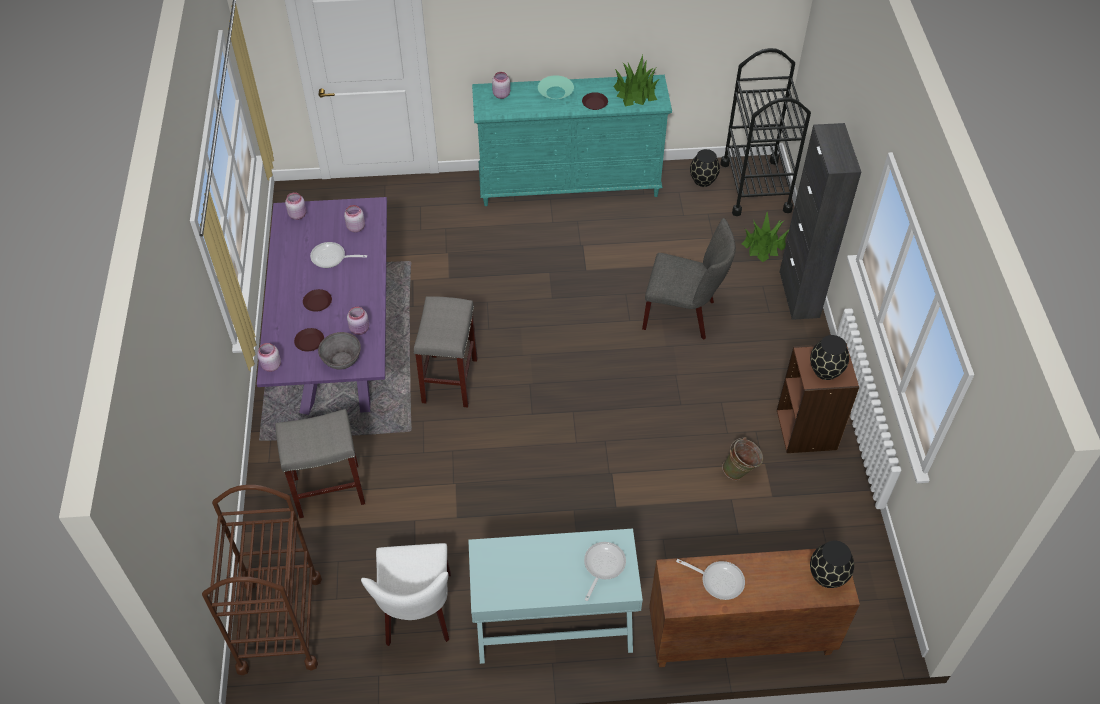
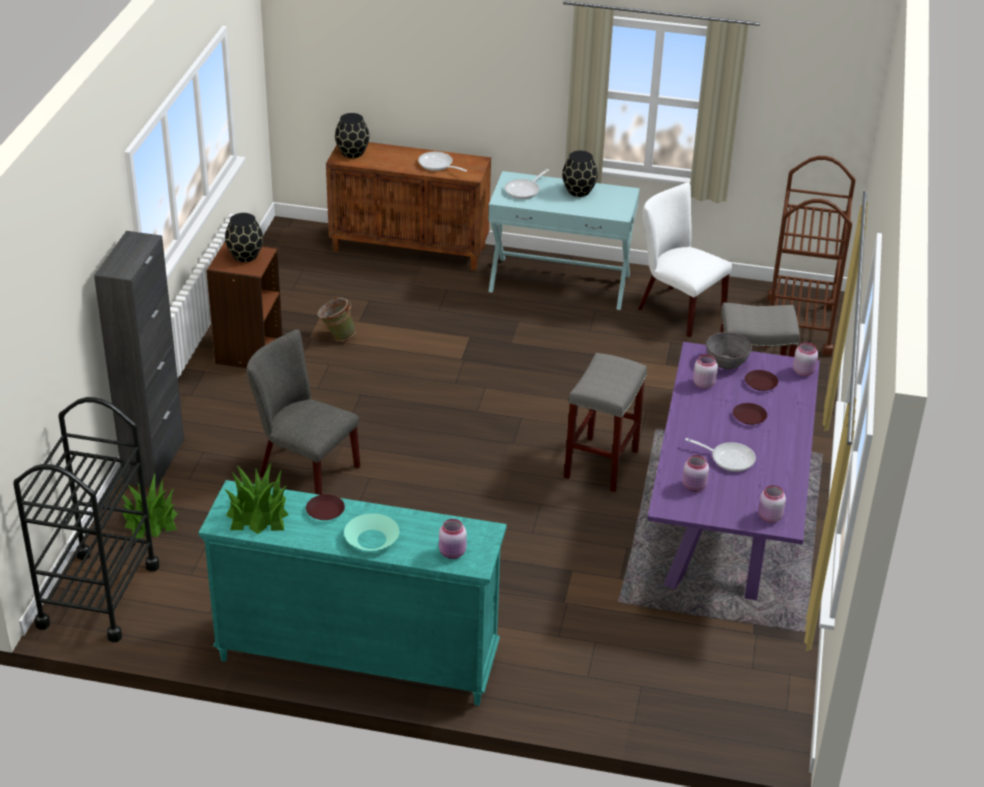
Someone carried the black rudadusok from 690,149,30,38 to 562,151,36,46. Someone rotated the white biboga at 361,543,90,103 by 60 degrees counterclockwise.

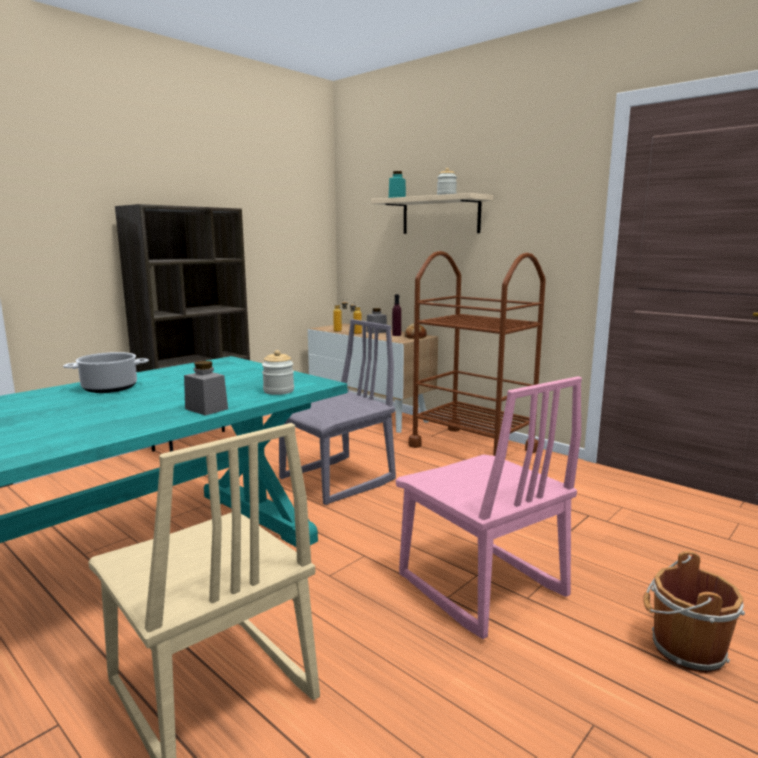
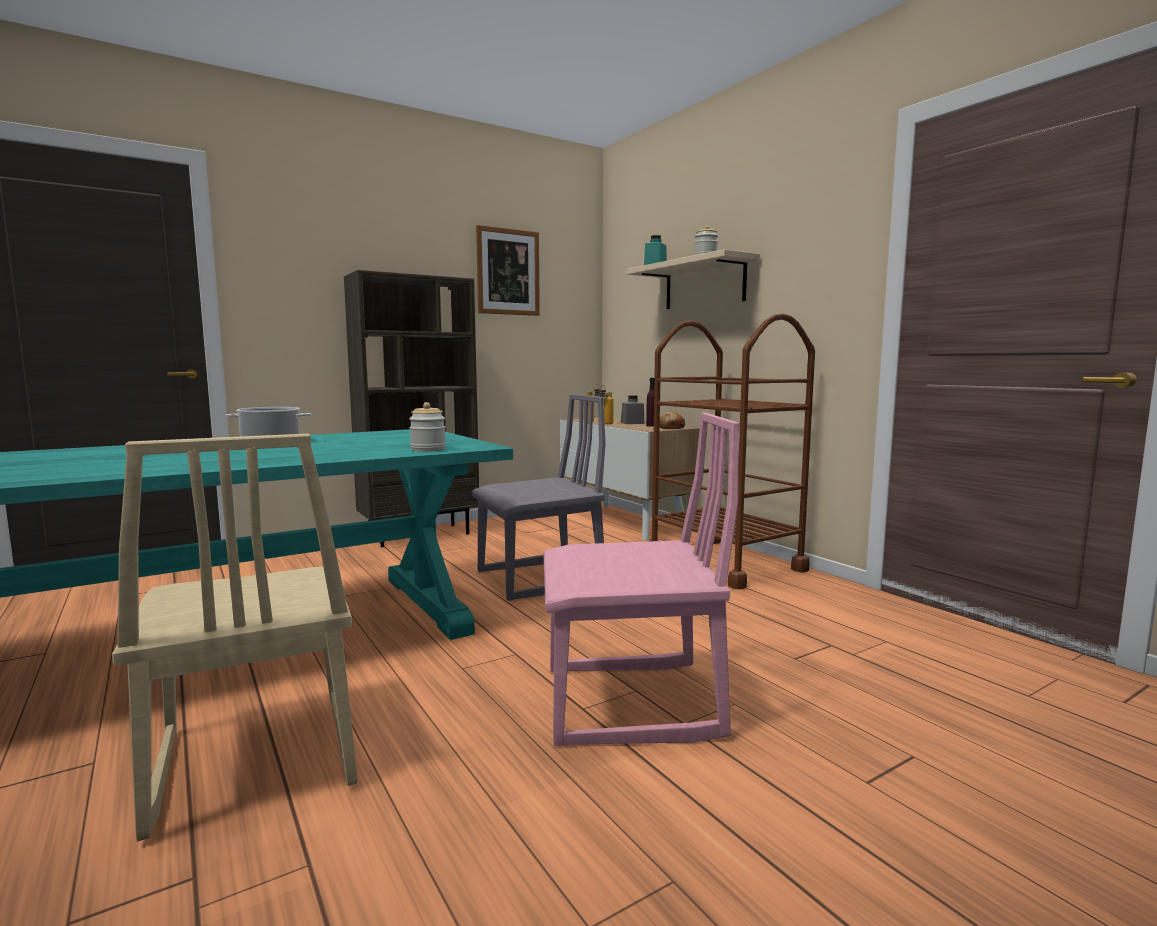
Someone took away the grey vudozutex at 184,361,44,55. Someone rotated the pink biboga at 396,376,186,263 by 75 degrees counterclockwise. Someone took away the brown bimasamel at 643,551,102,122. Someone put up the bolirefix at 476,225,64,91.

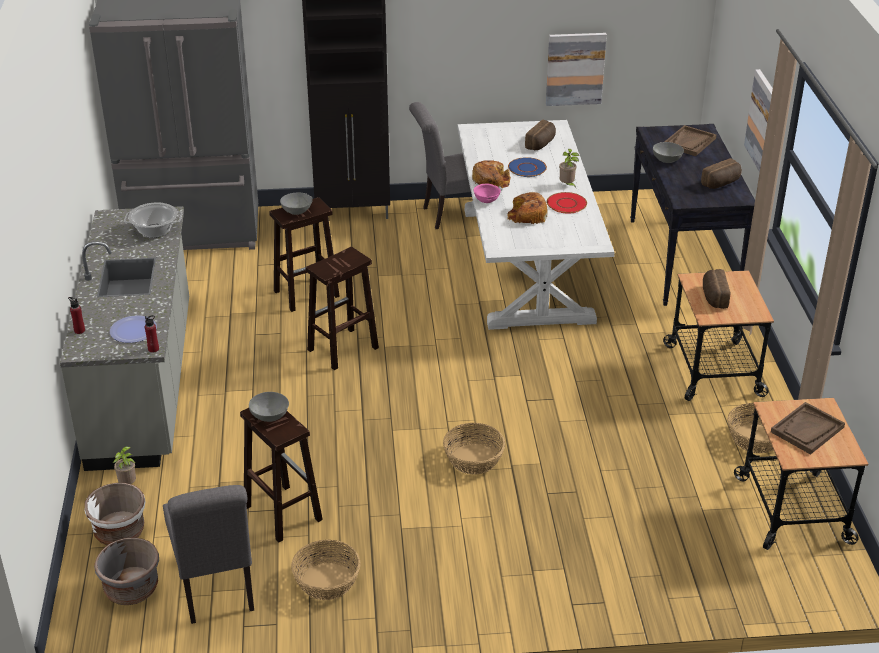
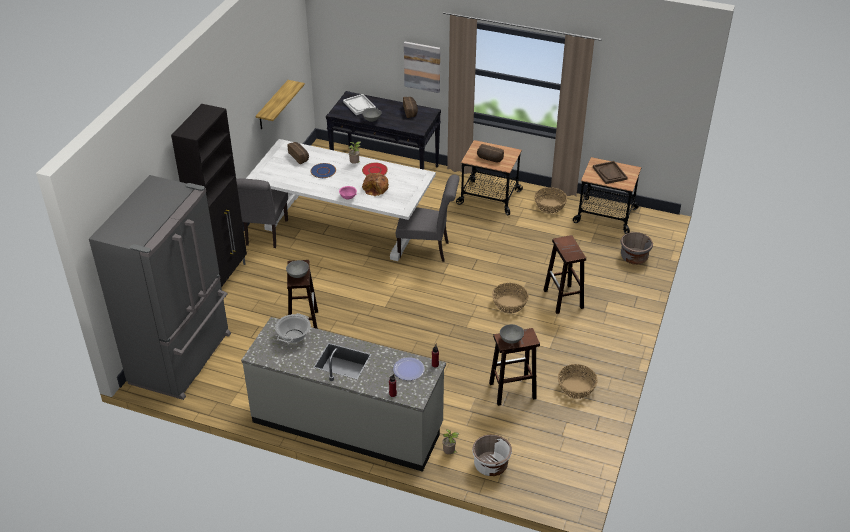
Someone swapped the bolirefix at 546,33,61,73 for the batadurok at 256,80,49,49. Someone repainted the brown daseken at 664,125,52,31, which became the white daseken at 343,94,33,21. Someone took away the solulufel at 472,160,39,29. Someone carried the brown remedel from 305,247,74,123 to 544,235,42,79. Someone carried the grey biboga from 163,485,91,139 to 396,174,64,88. Someone carried the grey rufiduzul from 94,537,65,68 to 621,232,32,33.

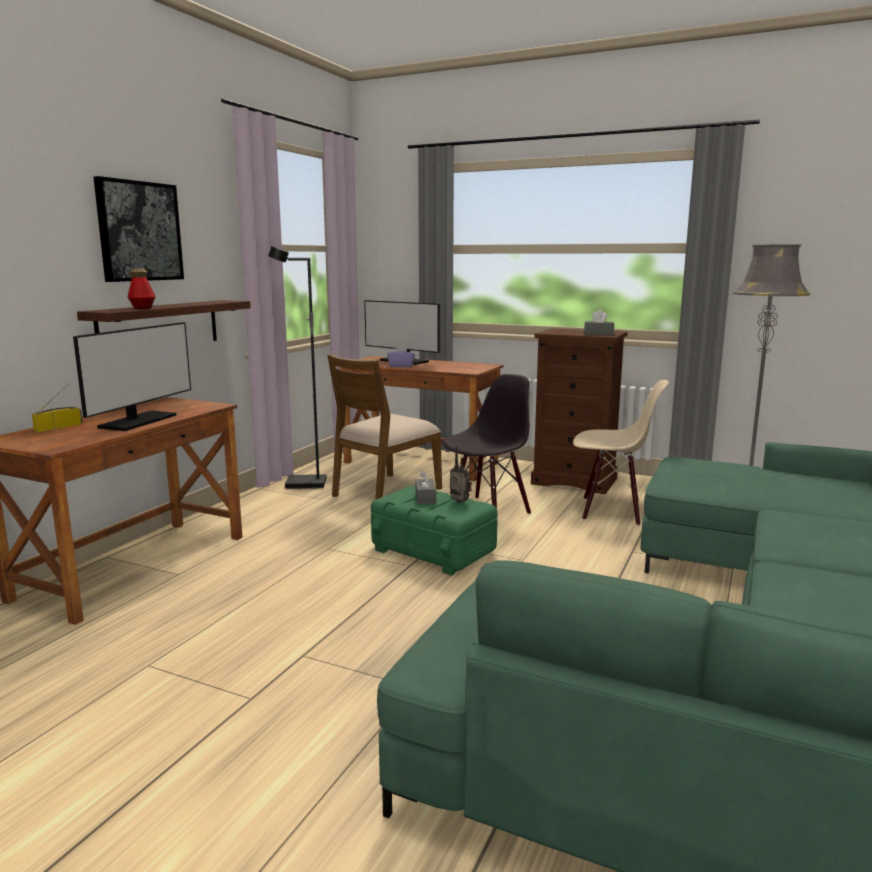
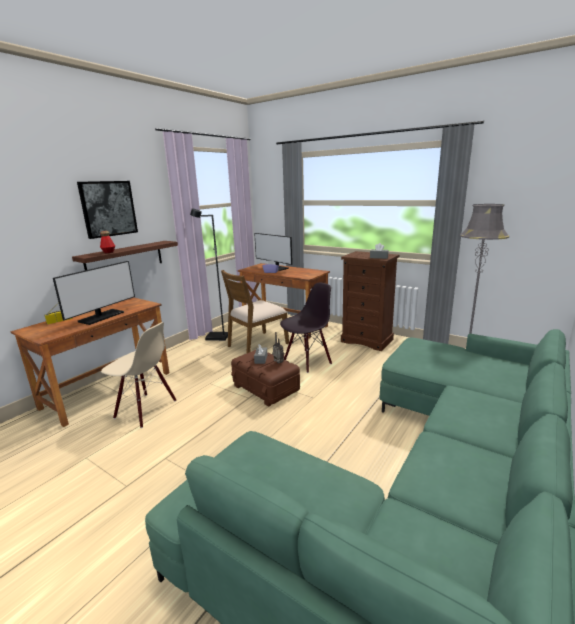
Someone carried the beige biboga from 573,380,96,146 to 101,322,76,106. Someone repainted the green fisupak at 371,486,127,90, which became the brown fisupak at 231,350,69,57.

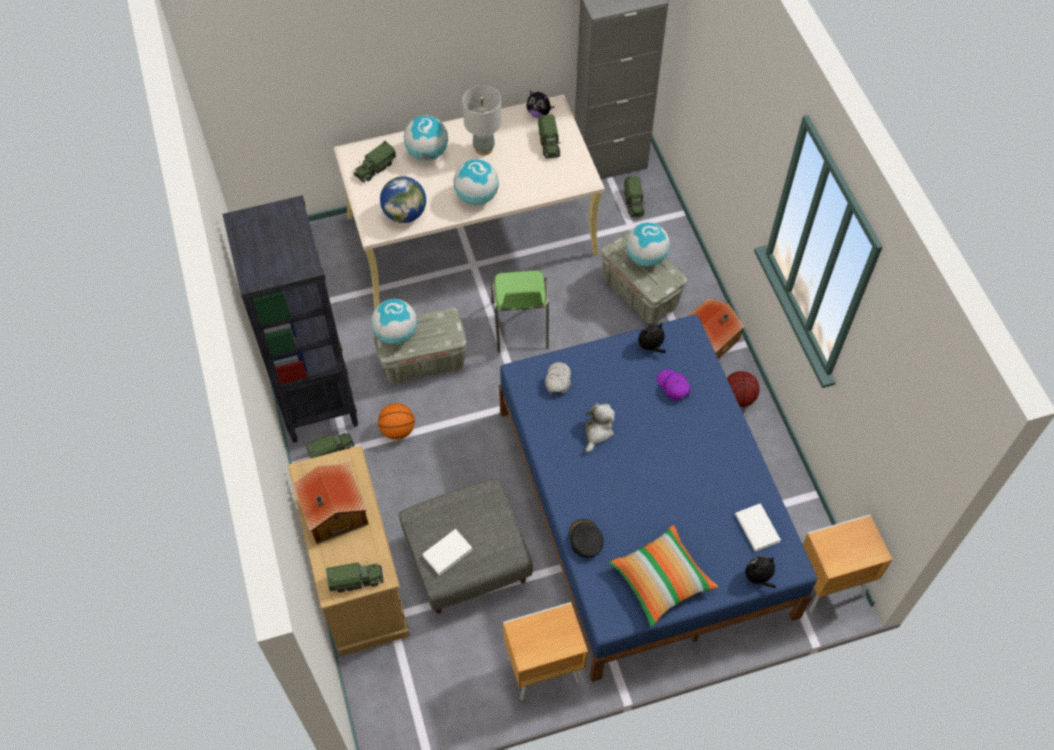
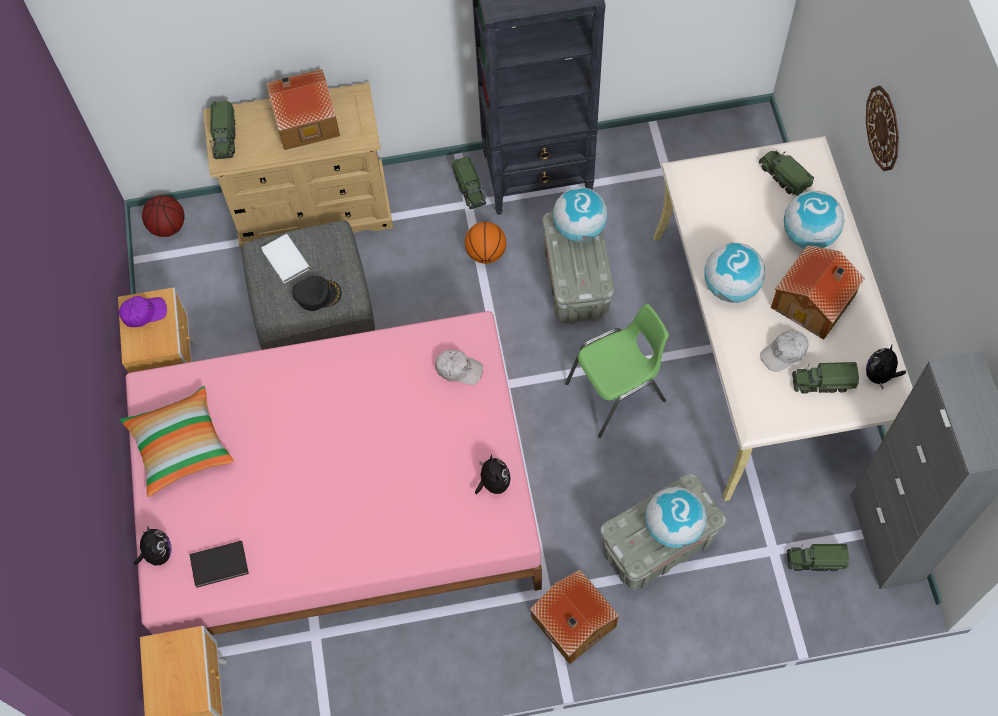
Someone swapped the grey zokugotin at 462,85,40,71 for the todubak at 771,245,94,95. Someone took away the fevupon at 380,176,46,47. Someone rotated the green biboga at 491,271,58,82 by 150 degrees clockwise. Someone repainted the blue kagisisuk at 499,315,318,367, which became the pink kagisisuk at 126,311,416,324. Someone carried the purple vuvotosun from 657,369,33,33 to 119,296,48,31. Someone carried the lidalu from 727,371,33,36 to 142,195,43,42. Someone took away the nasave at 585,403,30,50. Someone repainted the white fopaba at 735,503,46,49, which became the black fopaba at 190,541,59,47. Someone carried the black vuvotosun from 569,519,35,39 to 292,276,50,35. Someone put up the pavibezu at 866,86,33,85. Someone put down the white vuvotosun at 760,330,48,42.

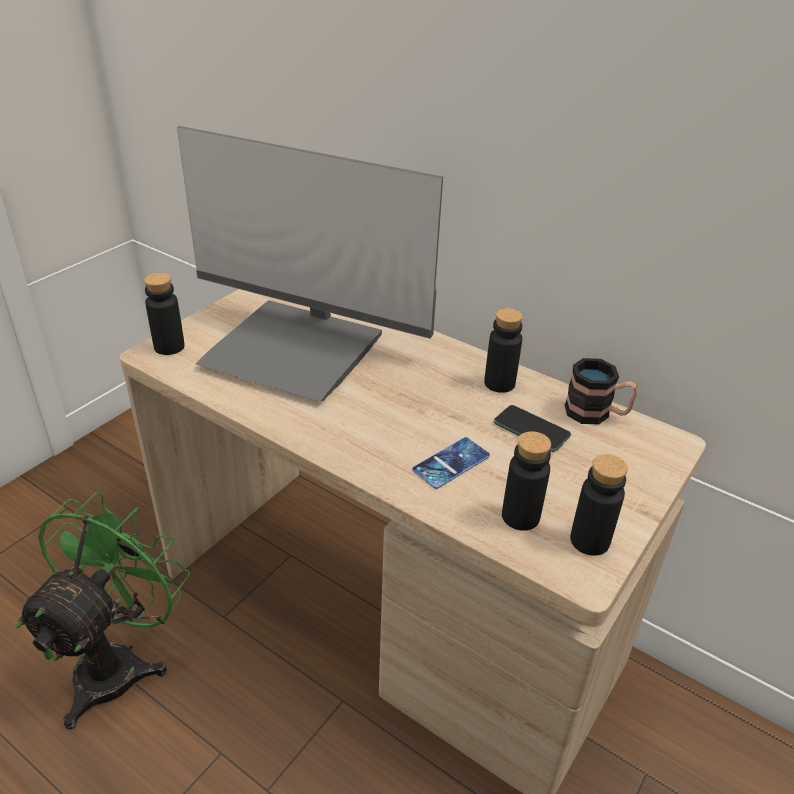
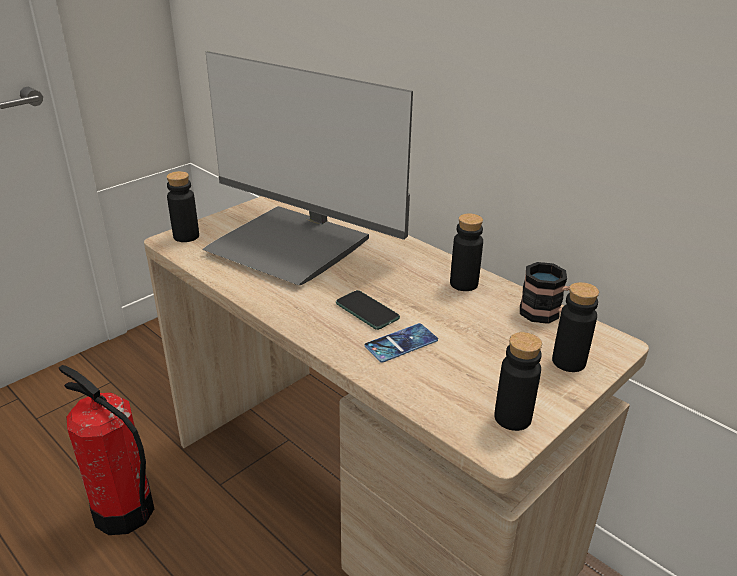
Someone carried the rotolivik from 494,405,77,47 to 336,290,64,40. Someone carried the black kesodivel from 502,431,49,100 to 552,282,47,90. Someone swapped the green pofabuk at 16,492,174,237 for the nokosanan at 59,365,95,170.

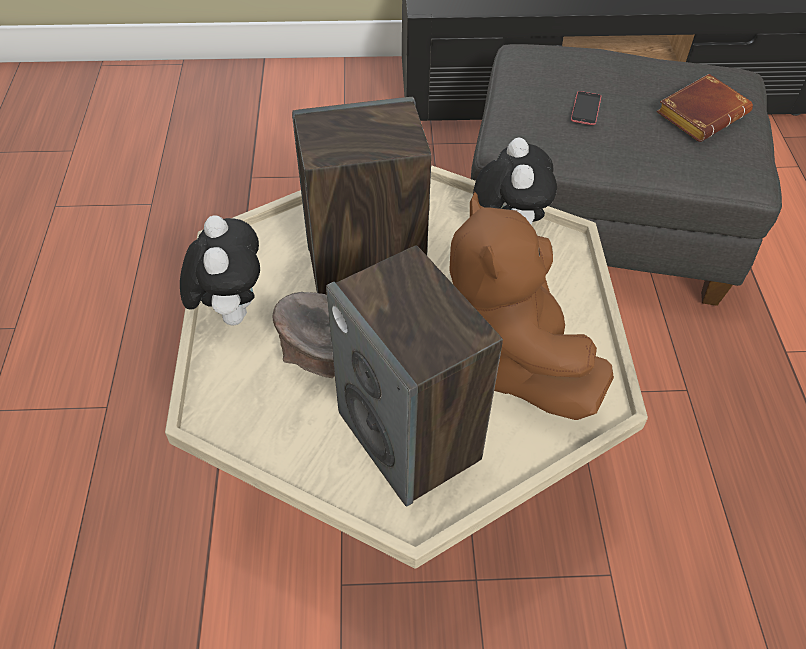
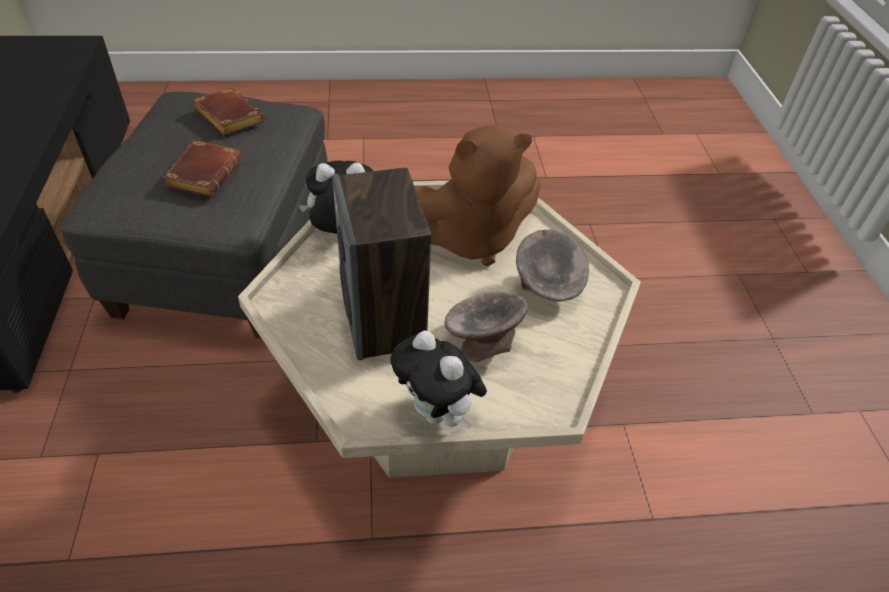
Someone swapped the rotolivik at 571,91,30,34 for the brown fopaba at 163,140,79,57. Someone rotated the nasave at 180,215,80,110 by 120 degrees counterclockwise. Someone swapped the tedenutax at 326,245,177,262 for the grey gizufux at 516,230,73,71.

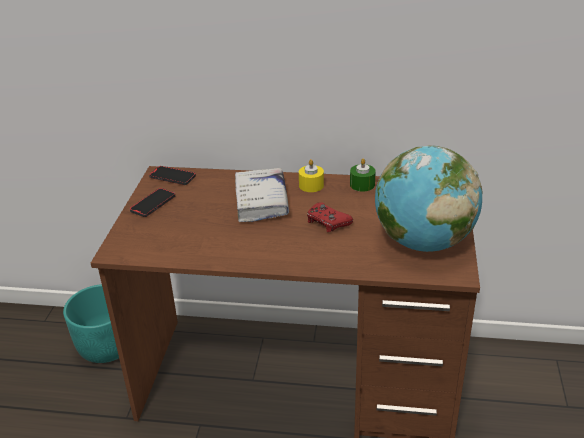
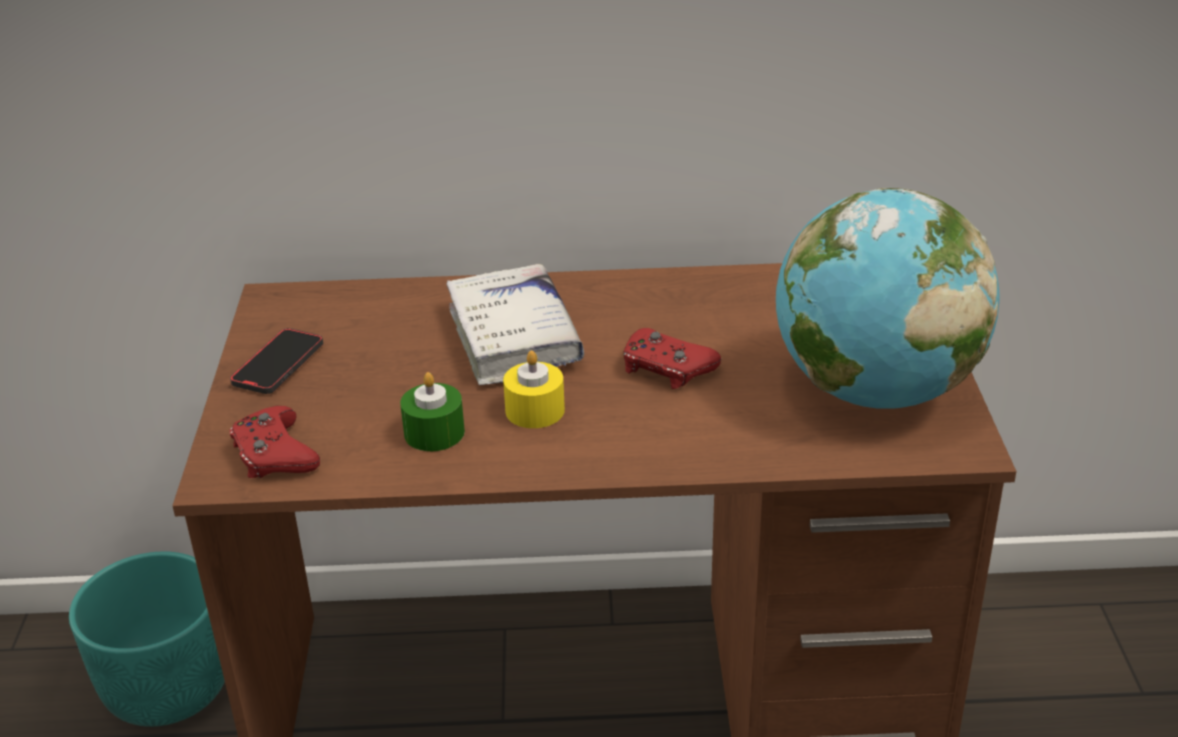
Someone carried the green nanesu from 350,158,26,34 to 400,372,65,79. Someone carried the yellow nanesu from 299,159,25,33 to 503,351,62,77. Someone took away the rotolivik at 149,166,47,19. Someone put down the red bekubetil at 230,406,90,72.

